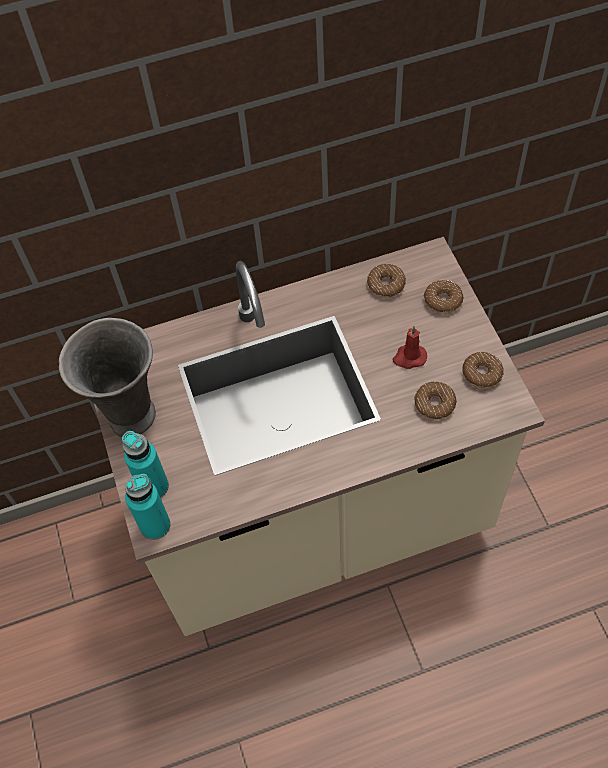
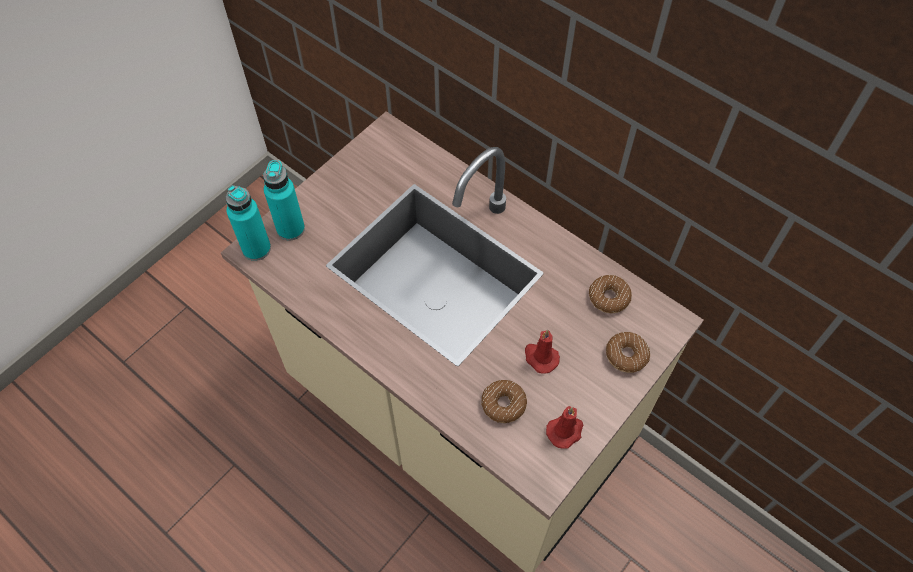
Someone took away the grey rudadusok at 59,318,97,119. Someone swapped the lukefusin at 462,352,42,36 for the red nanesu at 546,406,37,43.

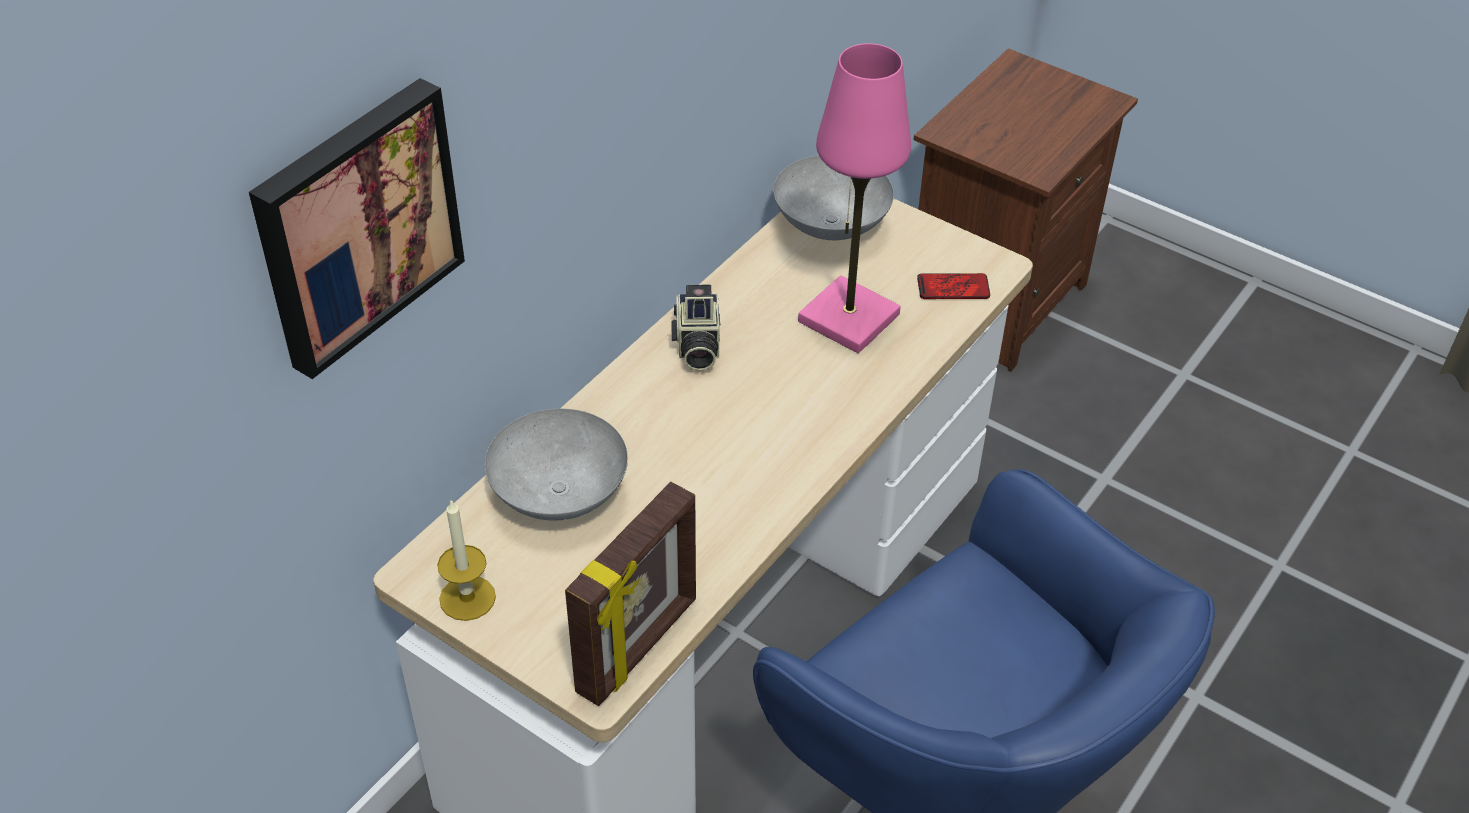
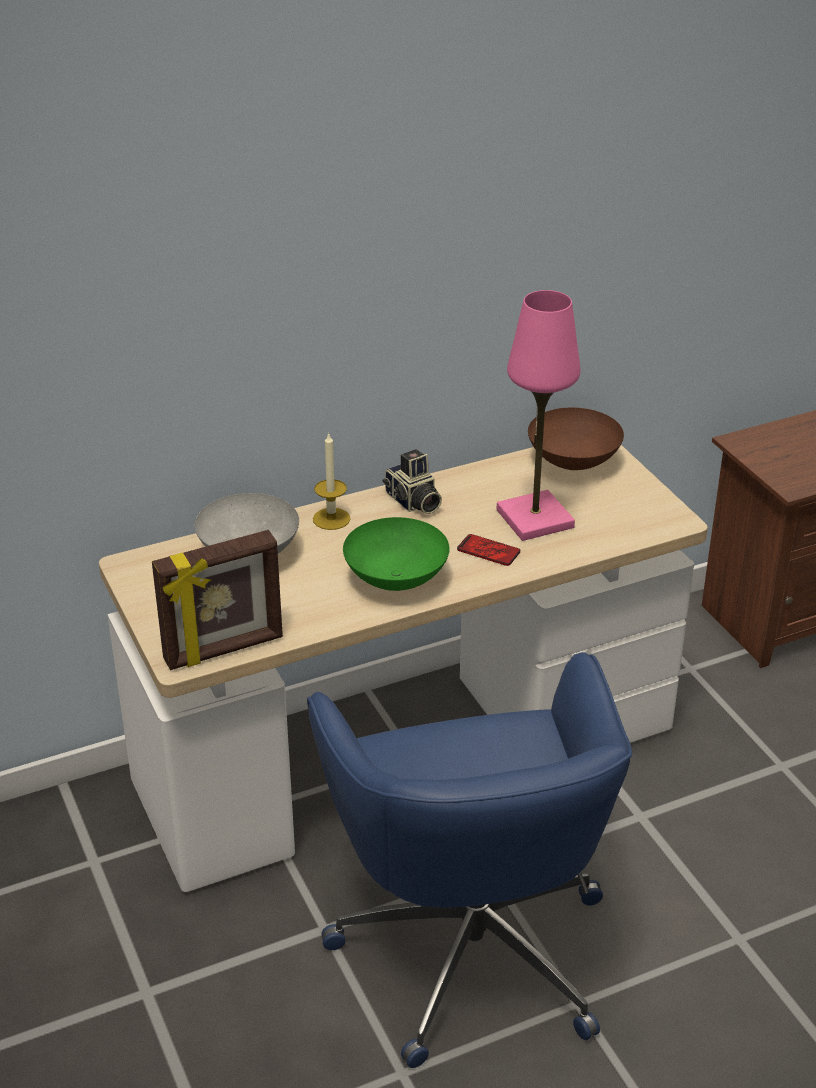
Someone took away the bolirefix at 249,78,216,301. Someone repainted the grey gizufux at 773,155,121,85, which became the brown gizufux at 528,408,96,62. Someone carried the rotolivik from 917,273,73,26 to 457,534,63,32. Someone rotated the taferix at 671,285,50,86 by 60 degrees counterclockwise. Someone carried the nanesu from 437,499,59,122 to 313,432,37,98. Someone put down the green gizufux at 343,517,107,74.

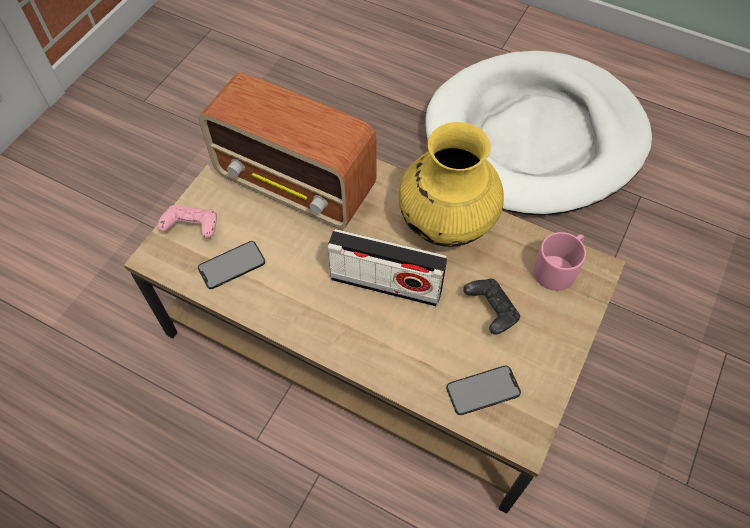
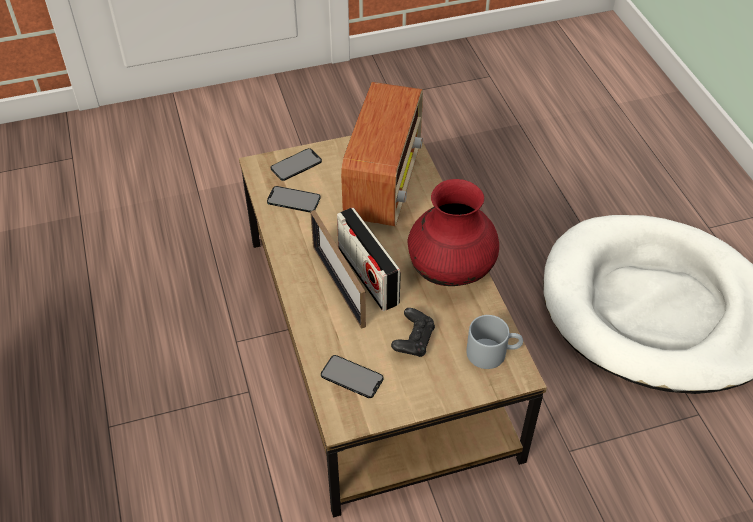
Someone rotated the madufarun at 199,72,178,156 by 150 degrees counterclockwise. Someone repainted the yellow rudadusok at 399,122,105,125, which became the red rudadusok at 408,179,91,107. Someone swapped the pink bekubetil at 157,205,60,33 for the rotolivik at 270,148,52,33. Someone repainted the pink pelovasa at 533,232,53,59, which became the grey pelovasa at 466,315,57,54. Someone put down the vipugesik at 310,210,56,119.

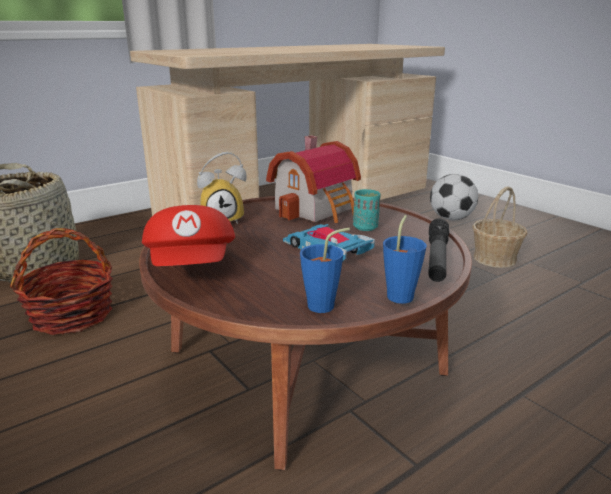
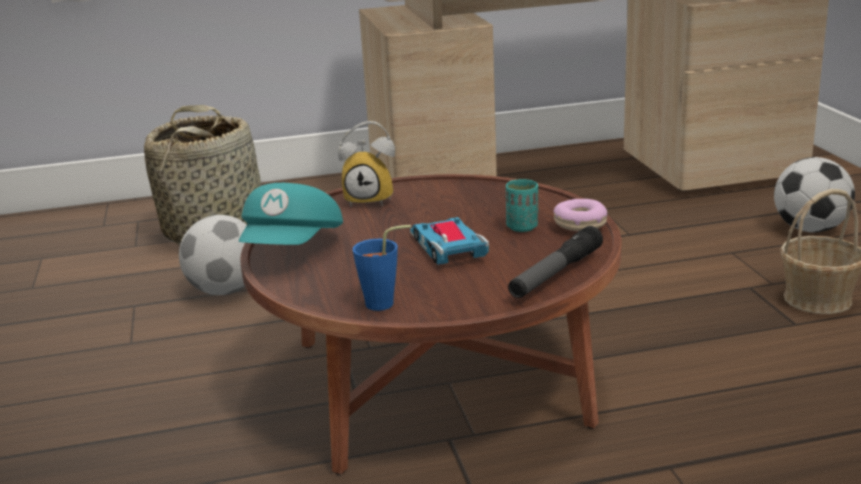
Someone took away the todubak at 266,135,95,88. Someone repainted the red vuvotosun at 142,205,93,61, which became the turquoise vuvotosun at 239,183,104,62. Someone took away the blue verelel at 383,215,44,89. Someone swapped the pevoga at 10,228,103,107 for the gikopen at 179,215,68,80. Someone put down the lukefusin at 553,199,55,32.

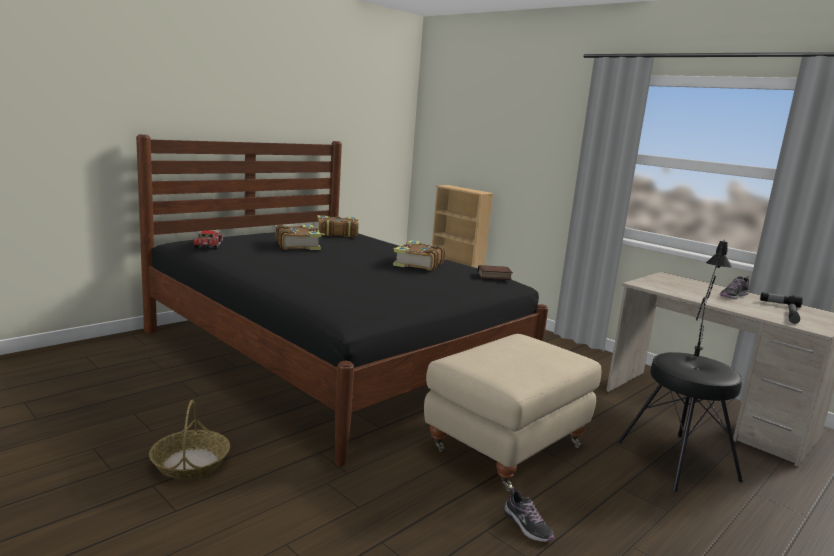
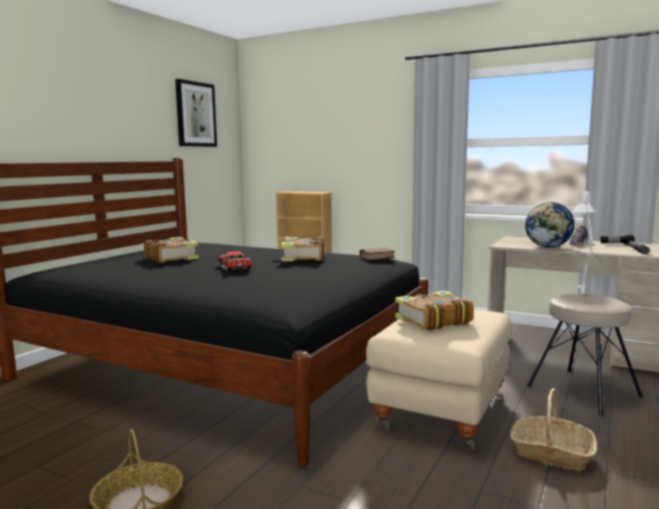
Someone carried the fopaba from 317,215,42,23 to 395,291,79,39. Someone carried the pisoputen from 193,230,30,19 to 217,251,35,21. Someone repainted the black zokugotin at 694,239,38,117, which became the white zokugotin at 573,189,22,105. Someone repainted the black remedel at 618,352,125,139, which became the beige remedel at 527,294,115,122. Someone took away the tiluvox at 504,487,51,55. Someone put up the bolirefix at 175,79,42,68. Someone put down the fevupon at 525,202,50,46. Someone put down the pevoga at 510,388,87,82.

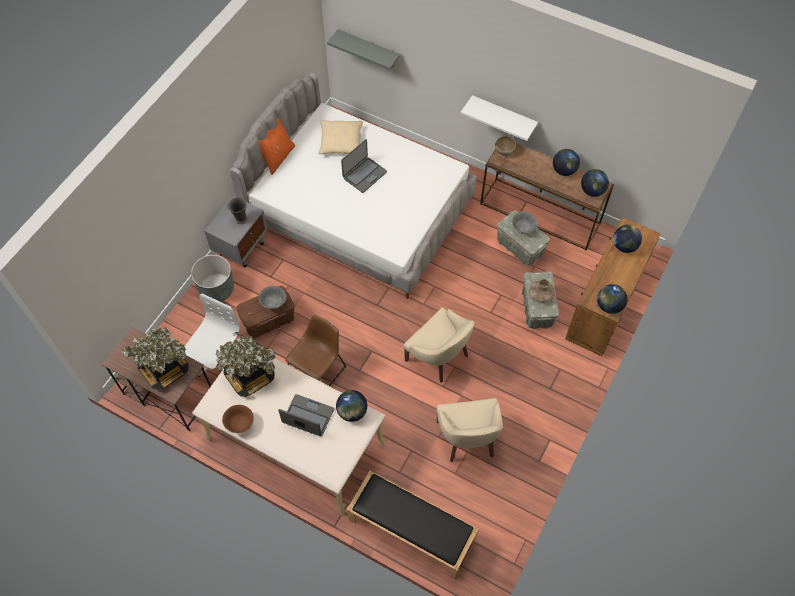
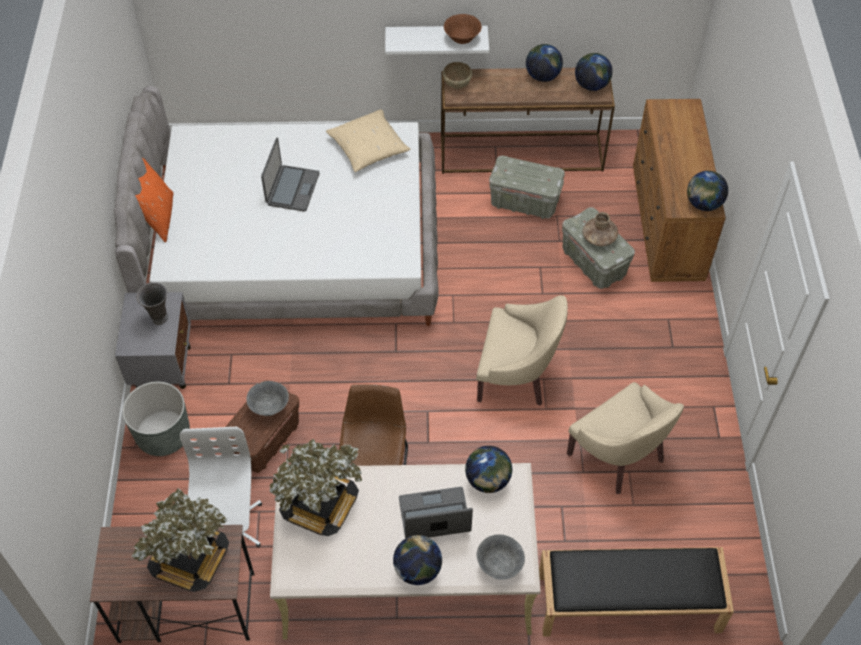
Someone took away the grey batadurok at 327,29,73,41. Someone carried the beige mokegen from 318,120,45,34 to 326,109,85,63. Someone carried the grey gizufux from 512,212,25,22 to 477,534,48,46. Someone carried the fevupon from 613,225,29,28 to 393,535,49,50. Someone carried the brown gizufux from 222,405,32,28 to 444,14,38,30.

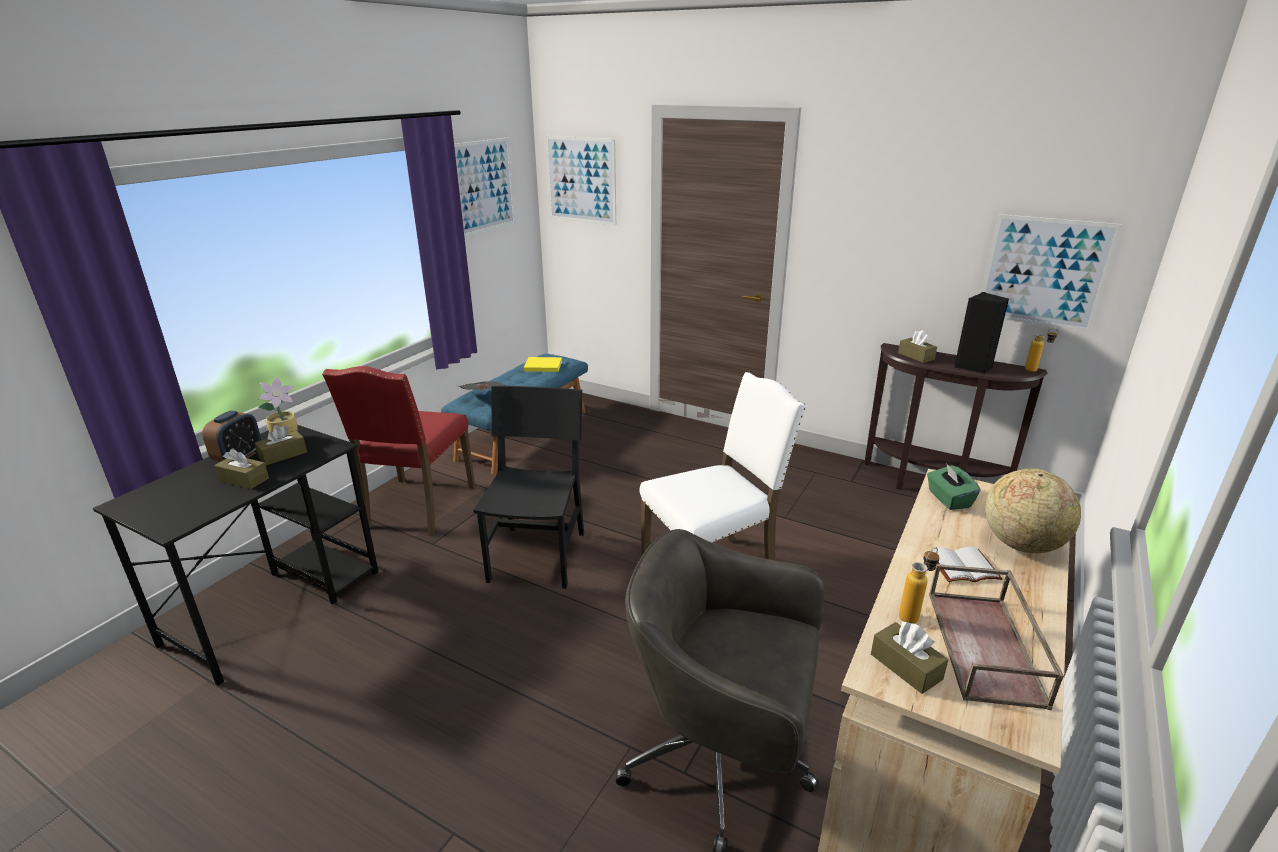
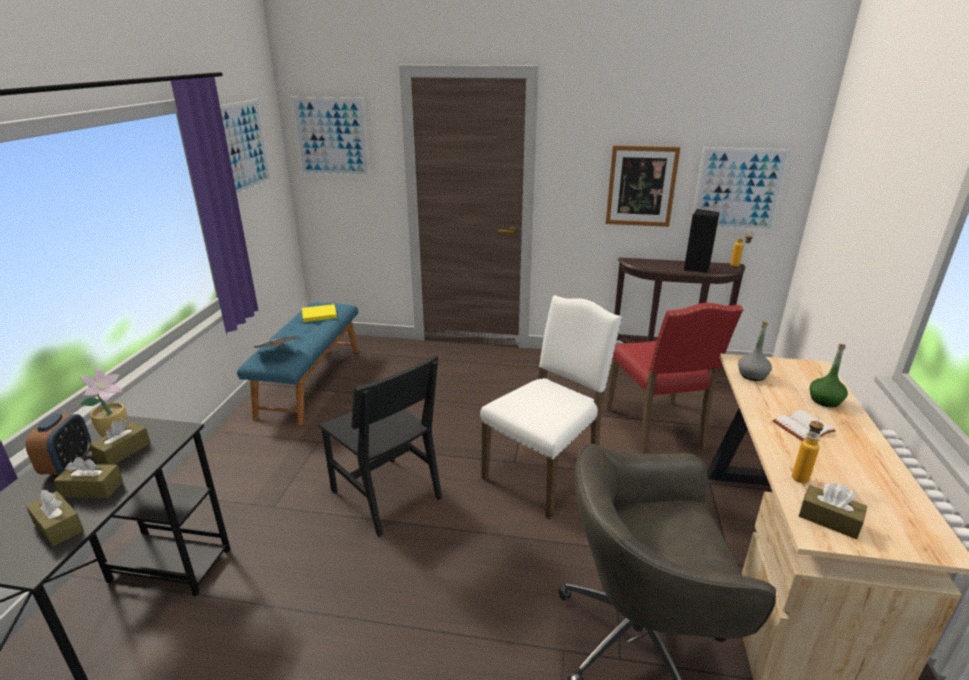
Someone carried the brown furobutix from 898,330,39,33 to 26,490,58,57. Someone carried the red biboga from 322,366,153,170 to 606,303,137,151. Someone rotated the black biboga at 473,386,111,203 by 150 degrees clockwise. Someone swapped the green furobutix at 927,463,54,47 for the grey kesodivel at 738,321,34,60. Someone swapped the fevupon at 985,468,96,85 for the green kesodivel at 810,344,38,63. Someone took away the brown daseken at 929,564,135,146. Someone put up the bolirefix at 606,145,74,82.

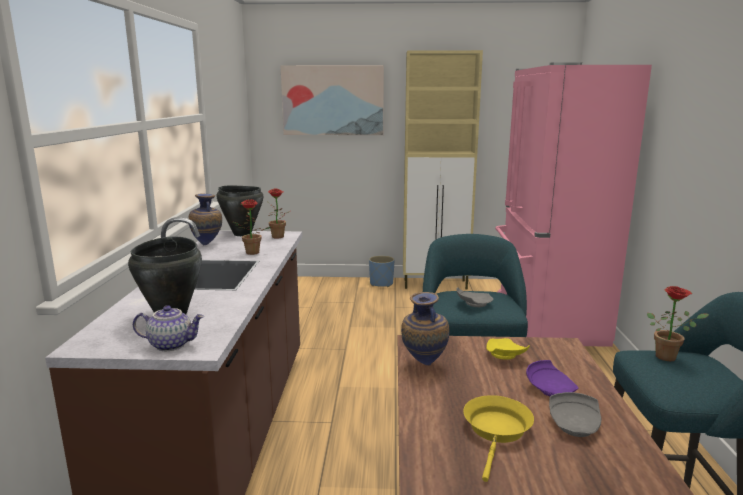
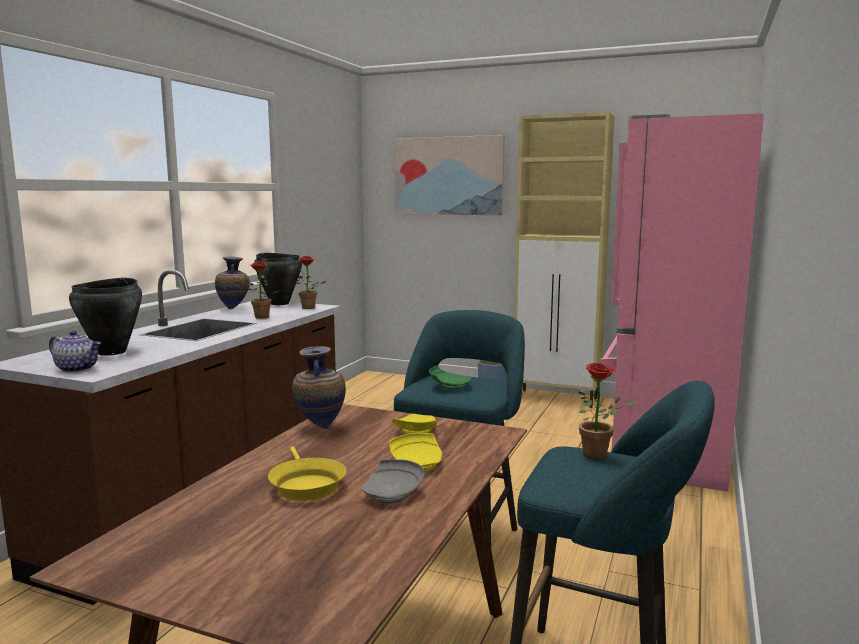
Someone repainted the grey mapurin at 456,287,37,20, which became the green mapurin at 429,366,42,23. Someone repainted the purple mapurin at 526,360,52,36, which became the yellow mapurin at 389,433,53,38. Someone rotated the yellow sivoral at 463,395,71,87 by 120 degrees clockwise.

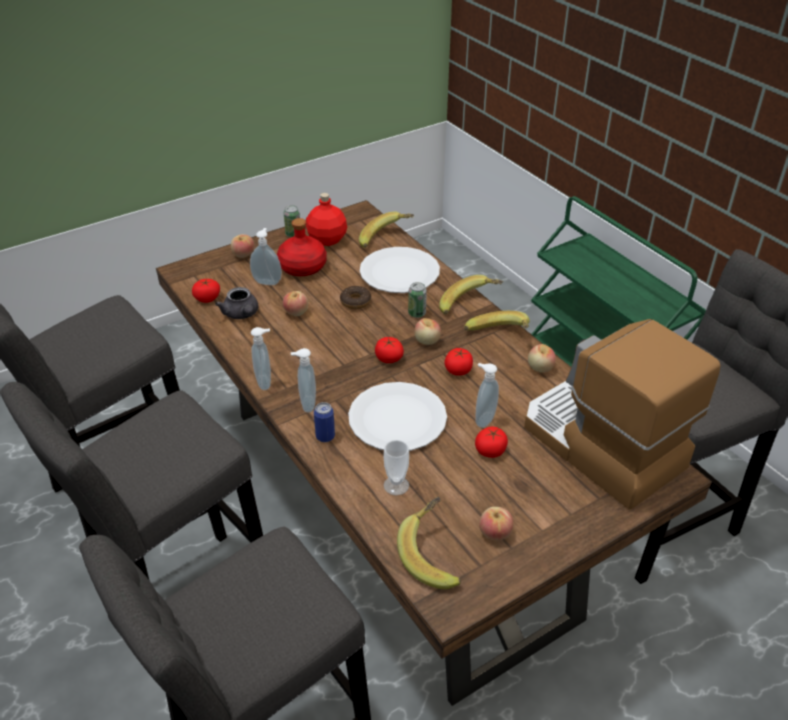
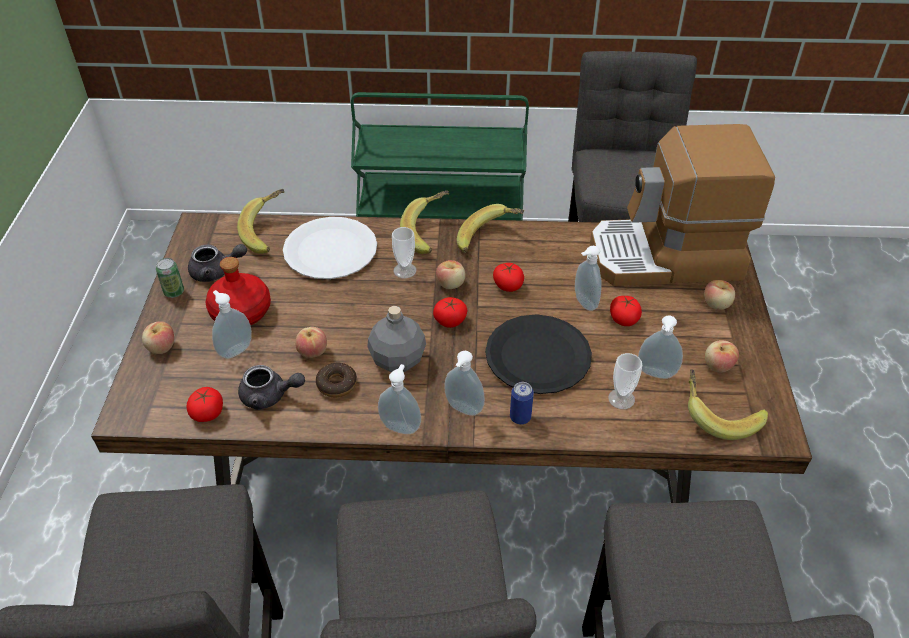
Someone swapped the red kesodivel at 306,193,41,53 for the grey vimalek at 188,244,59,38. Someone swapped the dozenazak at 408,282,19,36 for the verelel at 392,227,24,51. Someone carried the lukefusin from 340,286,31,23 to 316,363,41,34. Someone carried the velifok from 528,344,28,29 to 704,280,31,30. Someone repainted the white mapurin at 348,382,99,69, which became the black mapurin at 485,314,107,80. Someone put down the grey kesodivel at 367,306,59,66. Someone put down the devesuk at 638,315,45,64.

